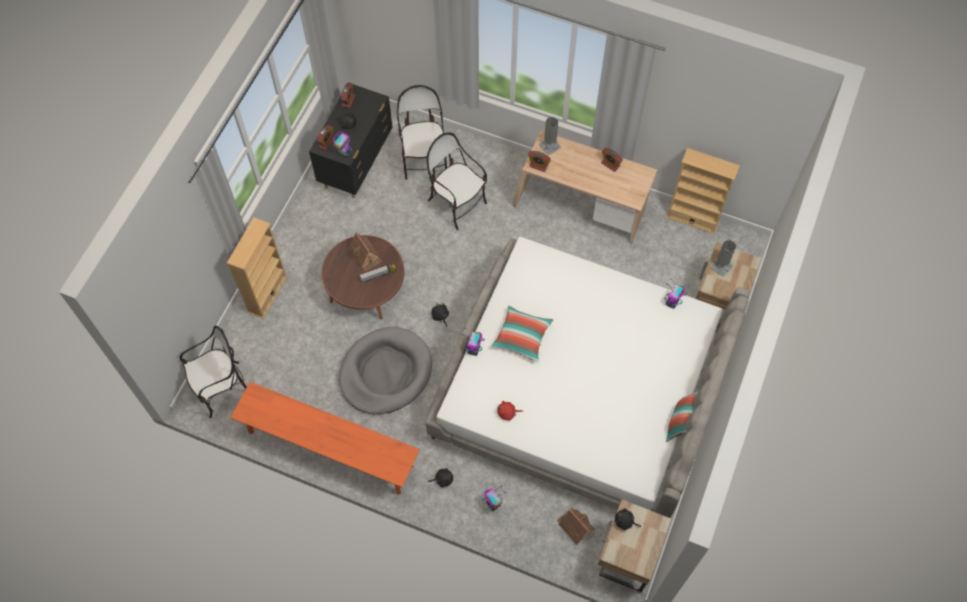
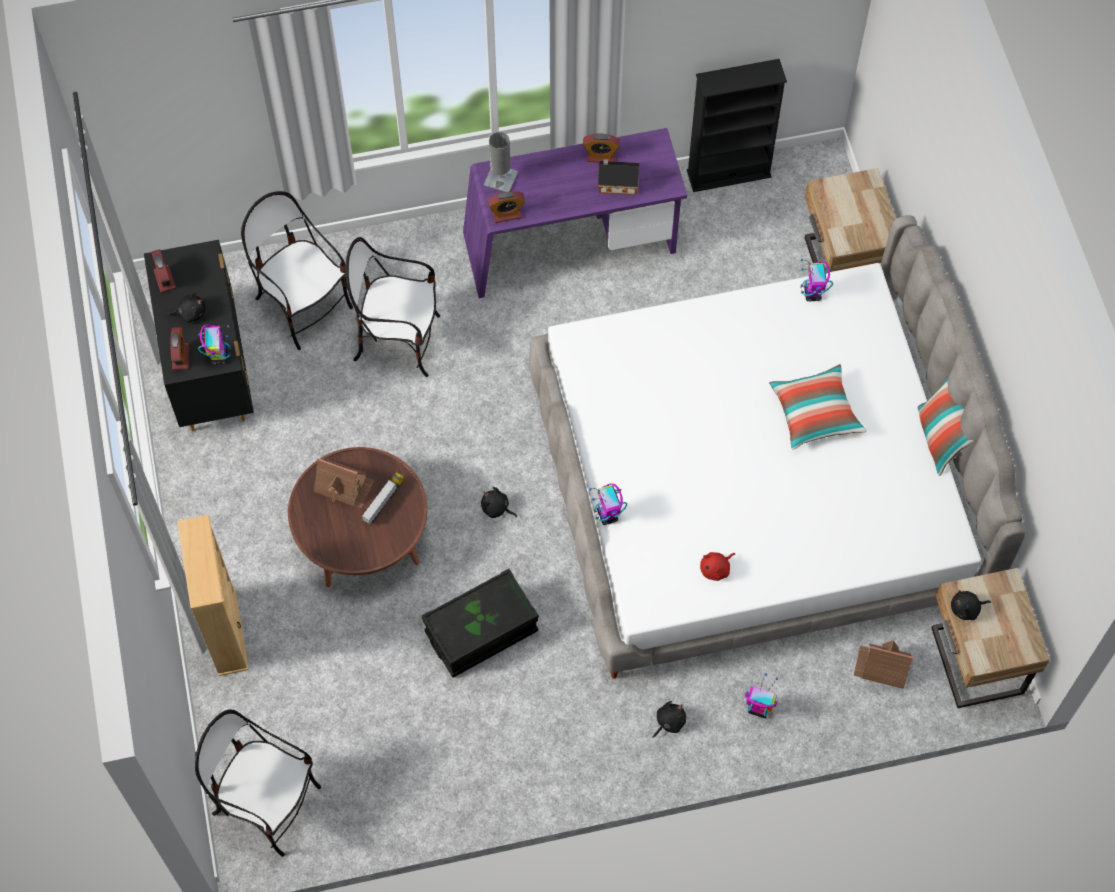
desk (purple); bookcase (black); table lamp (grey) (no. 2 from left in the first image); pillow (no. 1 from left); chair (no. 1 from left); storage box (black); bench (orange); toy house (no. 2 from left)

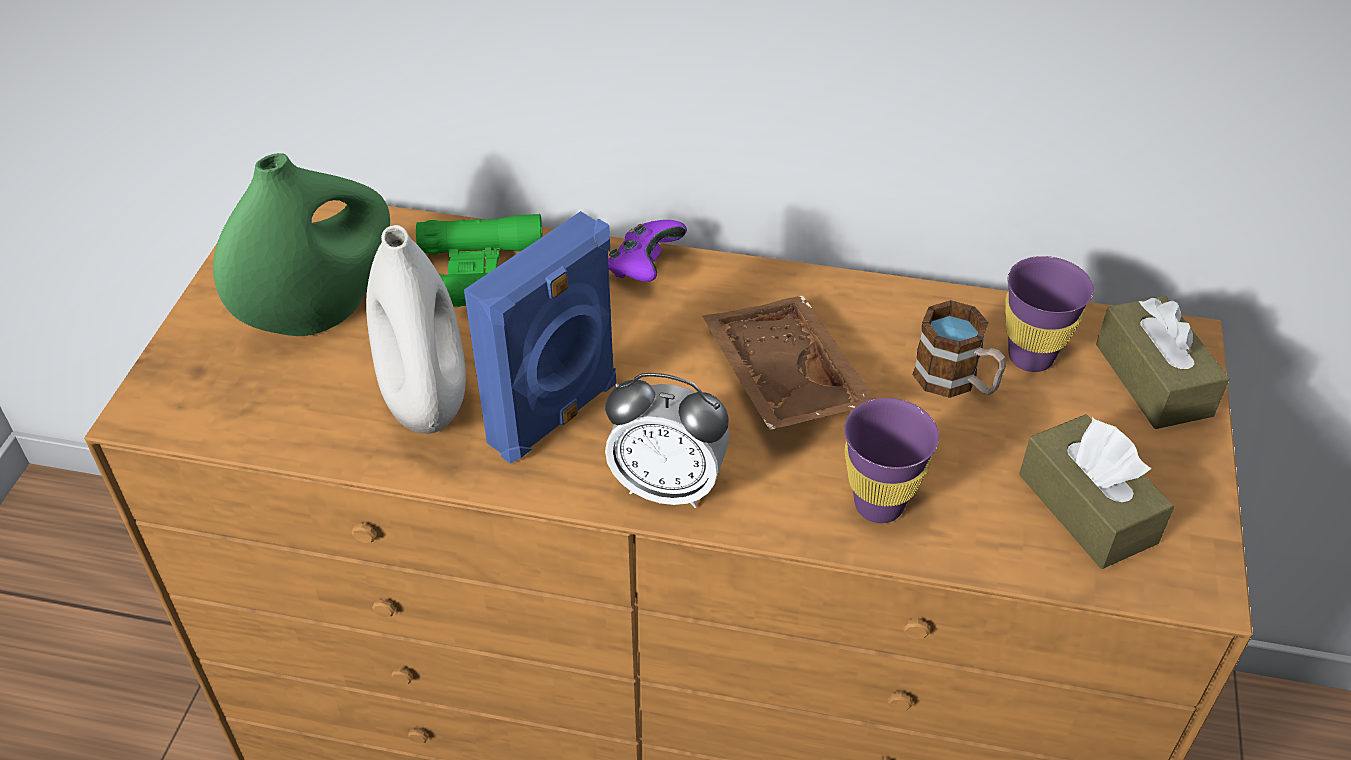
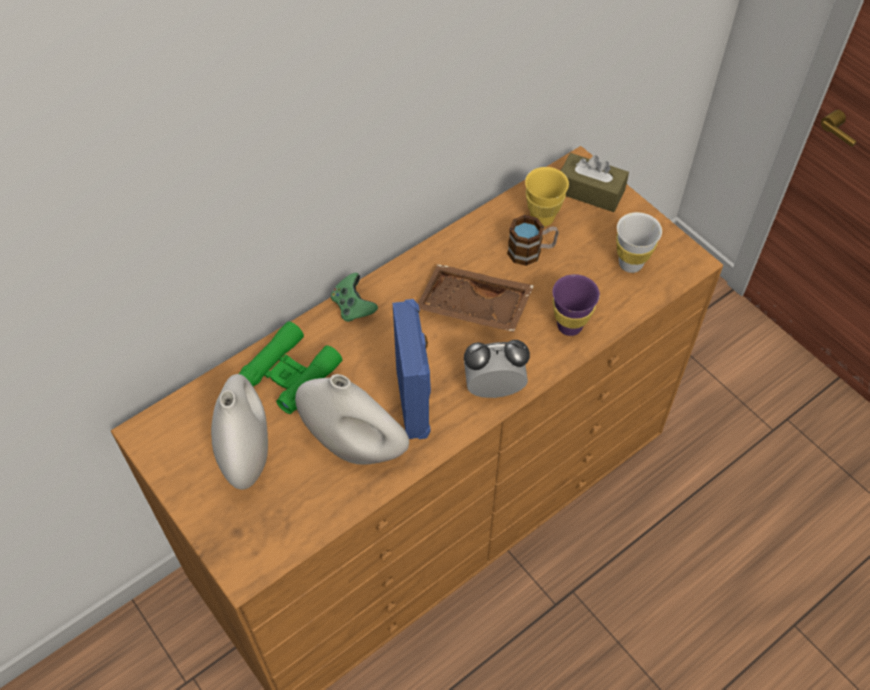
vase (white) (no. 1 from left); game controller (green); cup (yellow); alarm clock; cup (white)

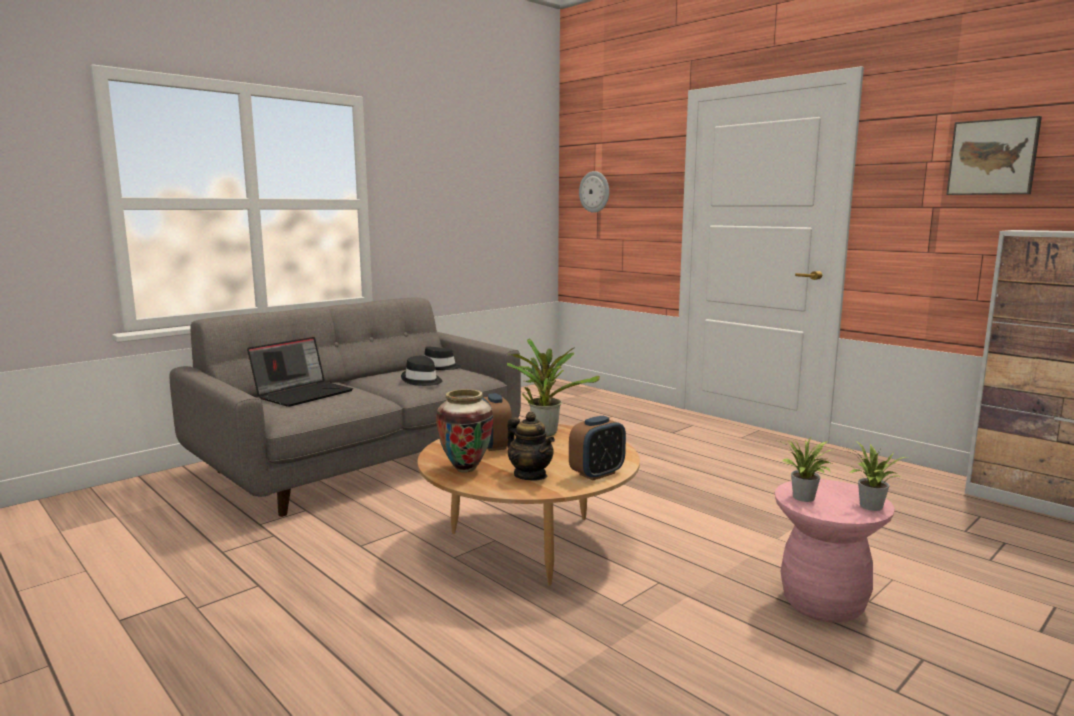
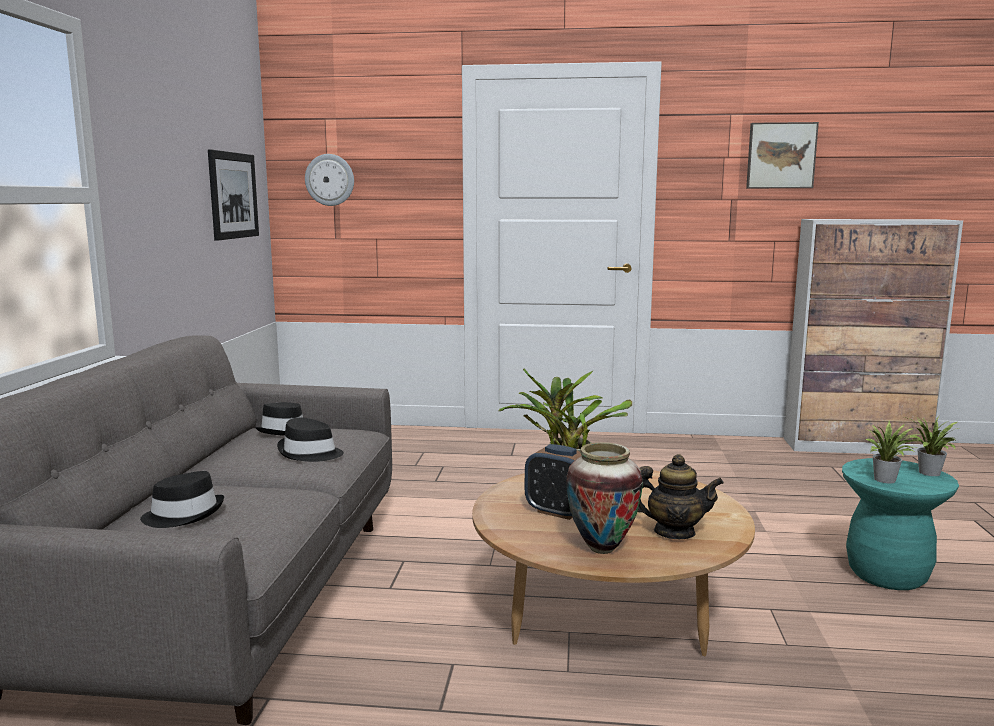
hat (black) (no. 1 from left); alarm clock (no. 2 from left in the first image); stool (turquoise); picture (no. 1 from left)

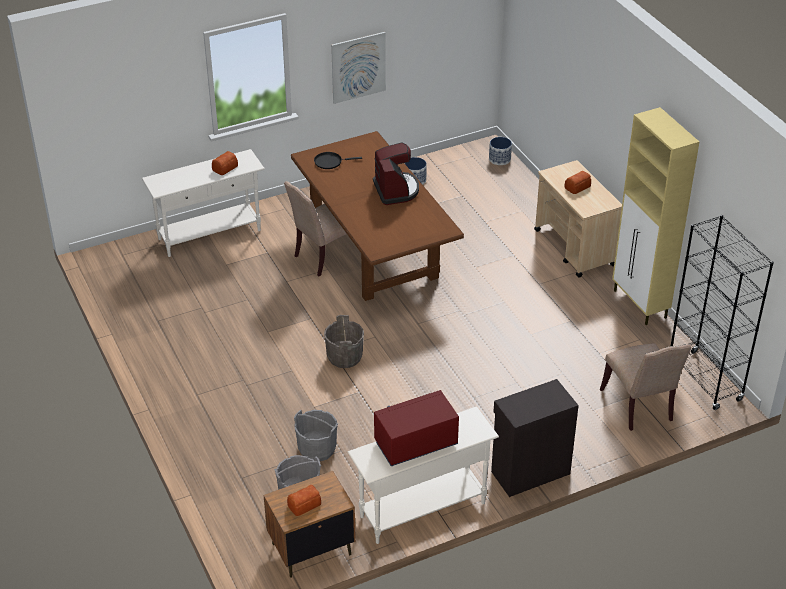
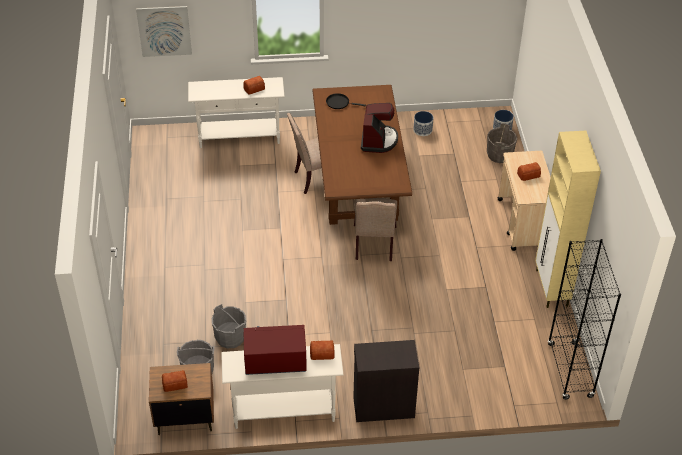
picture; bucket (grey) (no. 3 from left); chair (beige) (no. 2 from left); bread (no. 3 from left)

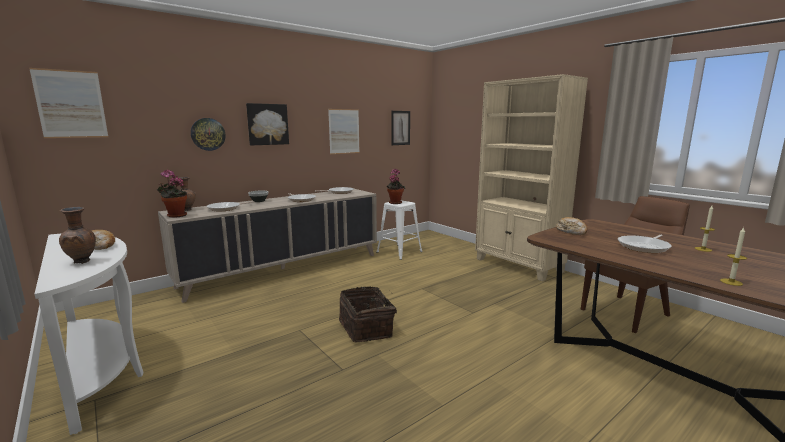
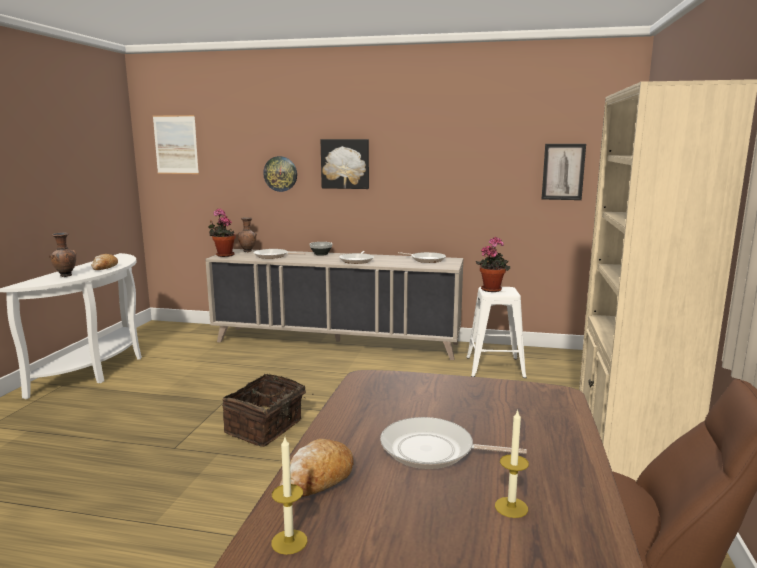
picture (no. 3 from left in the first image); bread (no. 2 from left)

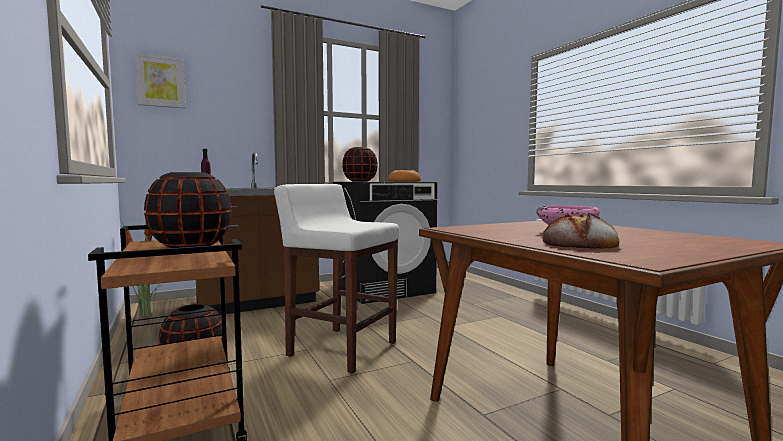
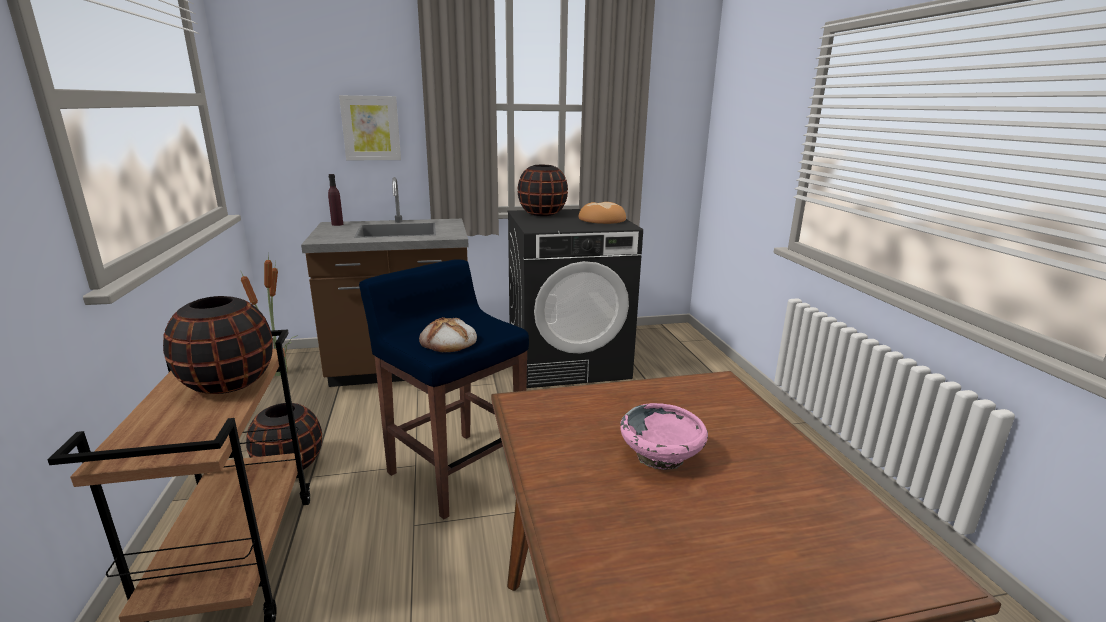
picture; stool (blue); bread (no. 1 from left)

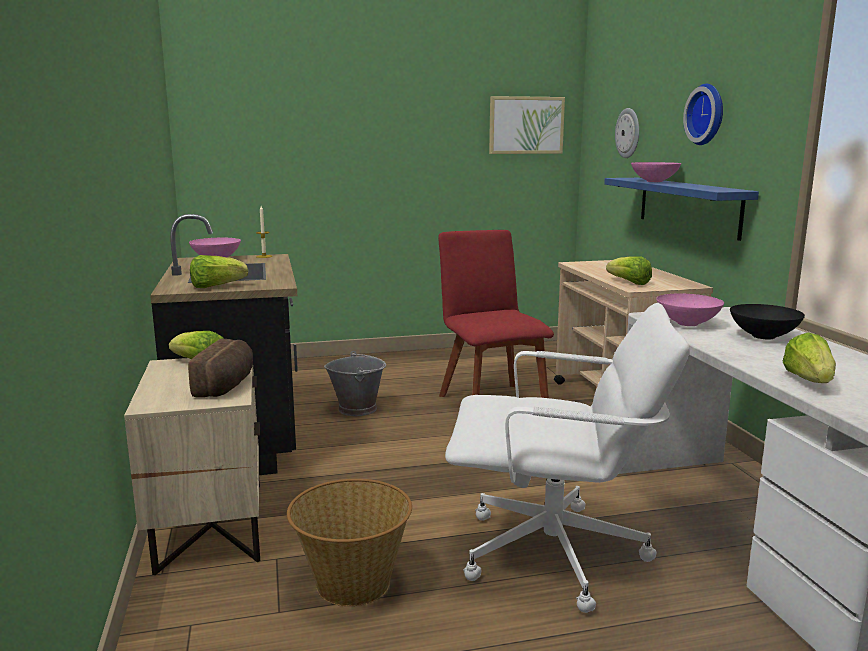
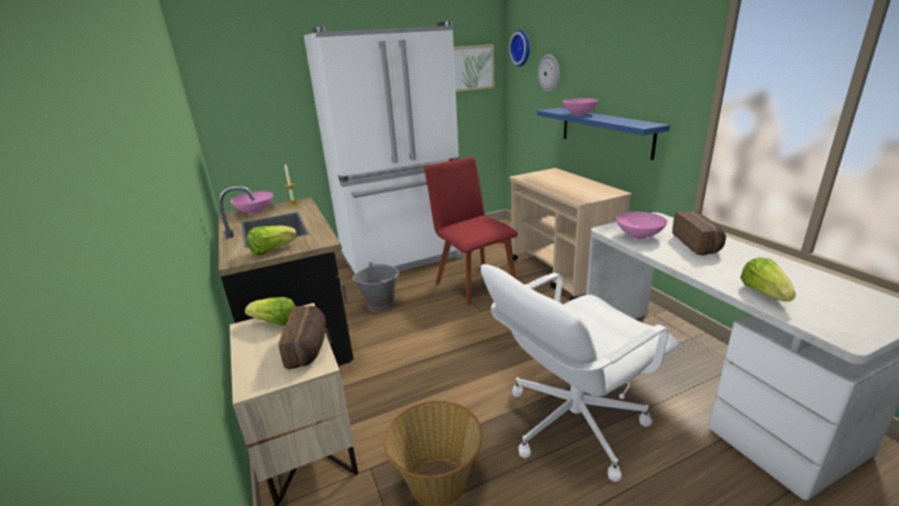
wall clock (no. 1 from left); lettuce (no. 3 from left in the first image); office chair (white); bread (no. 2 from left); fridge (white)

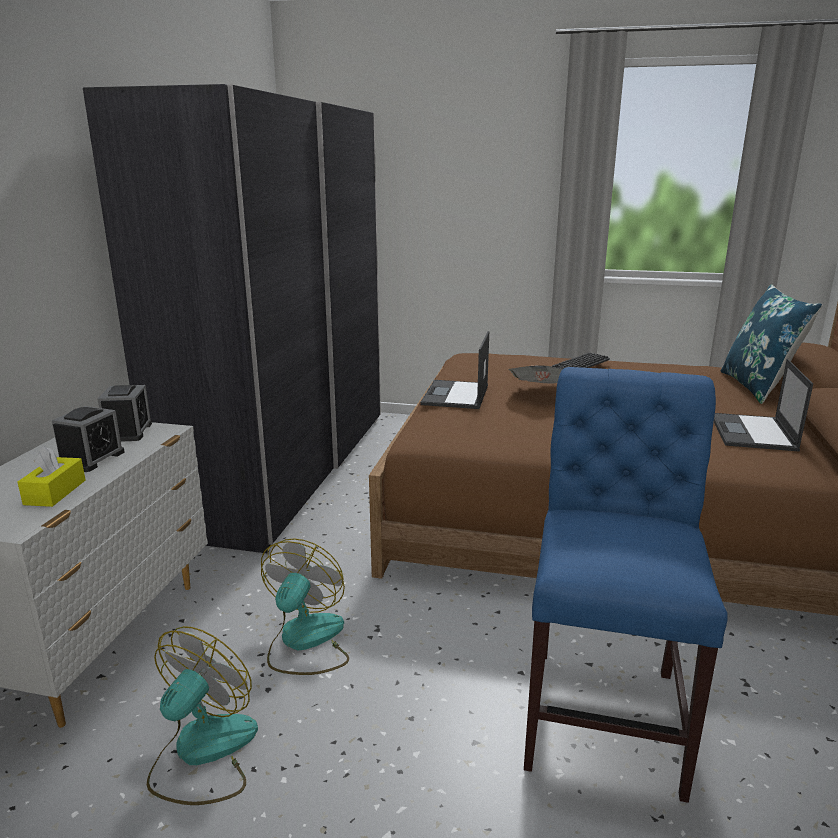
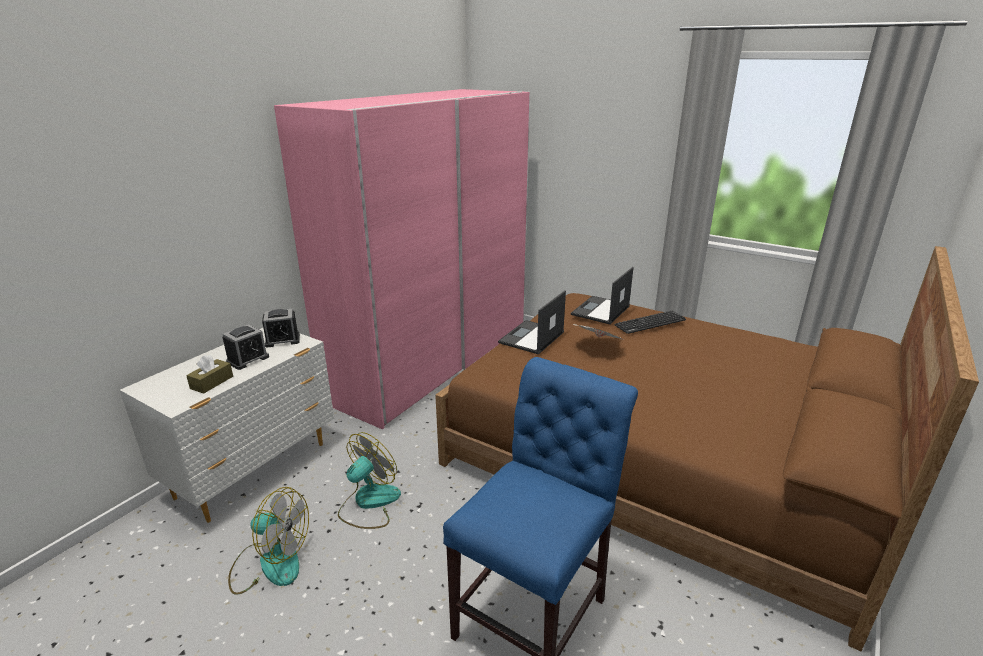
wardrobe (pink); pillow (blue); laptop (no. 2 from left); alarm clock (no. 2 from left); tissue box (brown); fan (no. 1 from left)

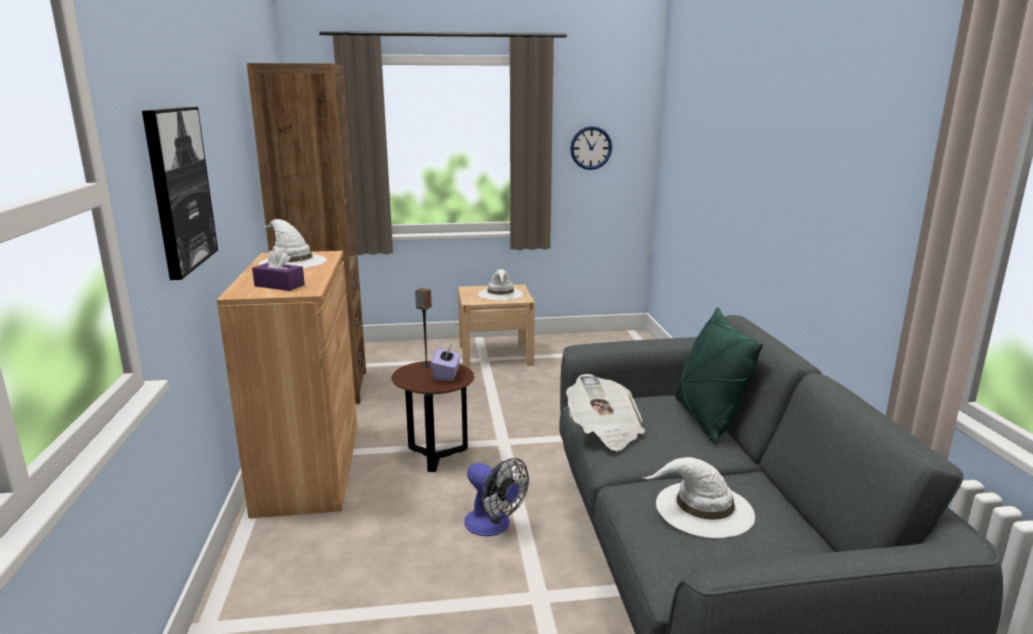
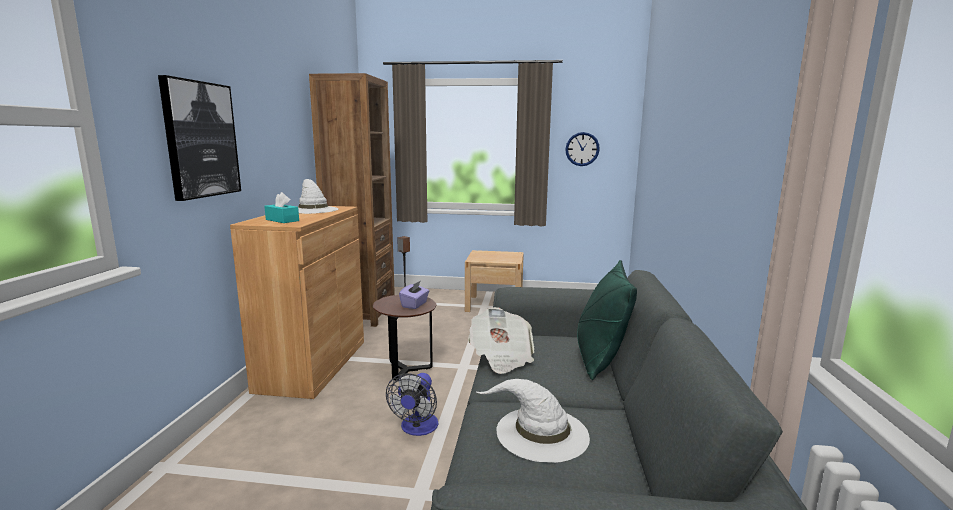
tissue box (turquoise); hat (white) (no. 2 from left in the first image); fan

